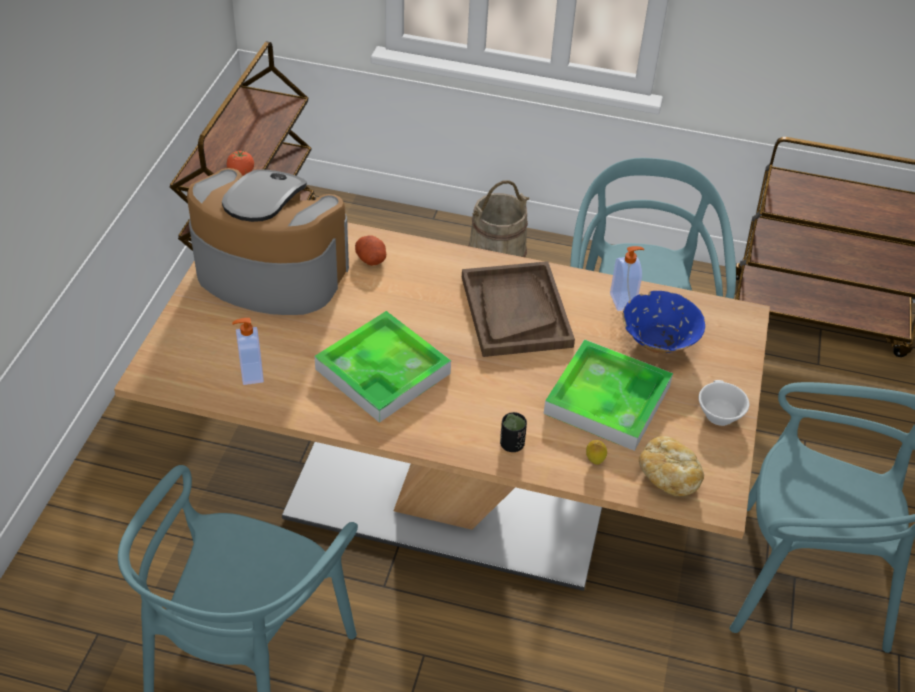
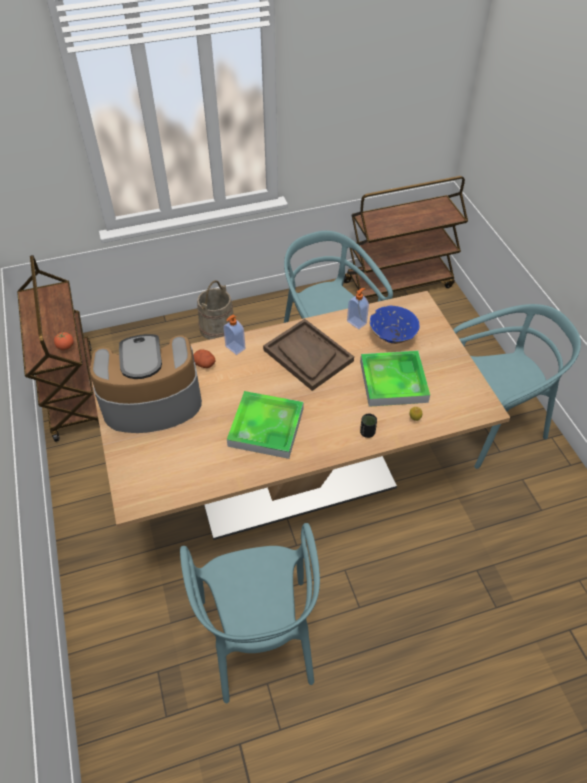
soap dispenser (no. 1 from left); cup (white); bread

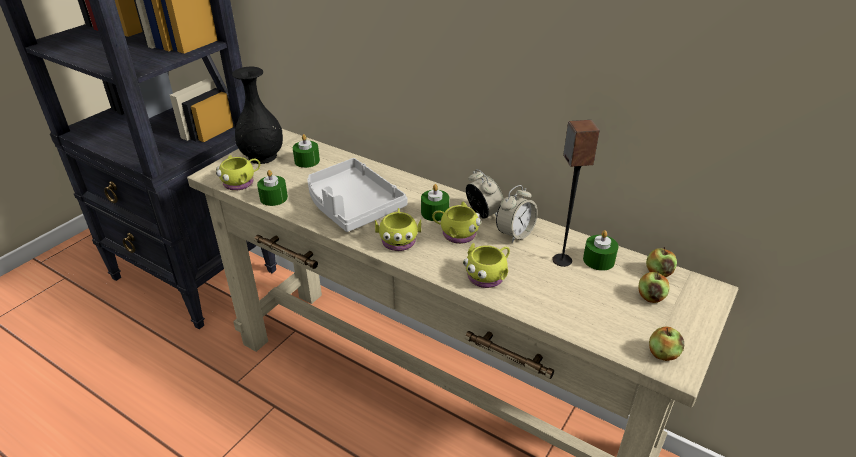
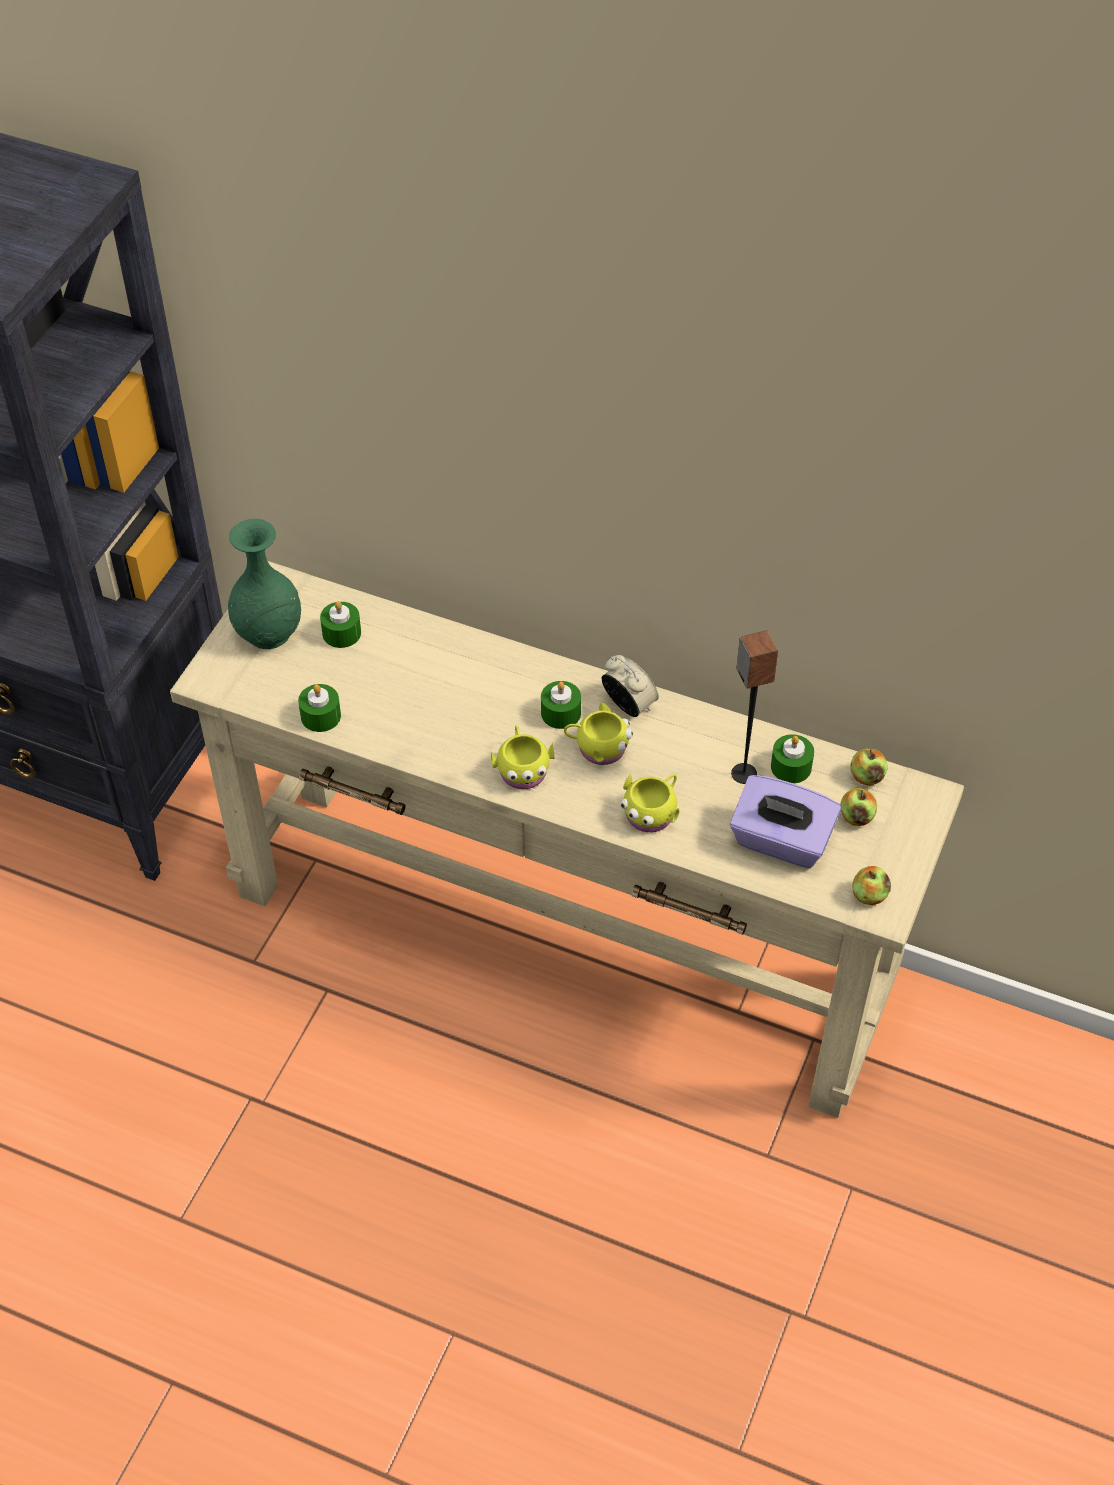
vase (green); mug (yellow) (no. 1 from left in the first image); tray (grey); alarm clock (no. 2 from left in the first image); tissue box (purple)

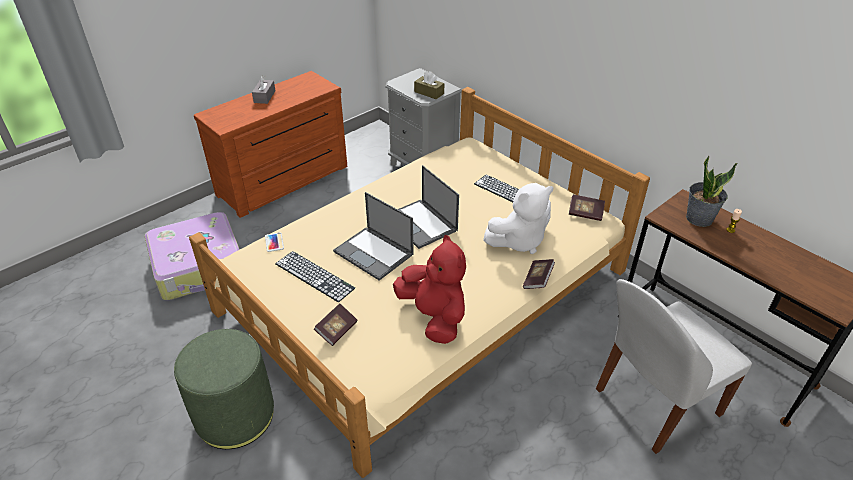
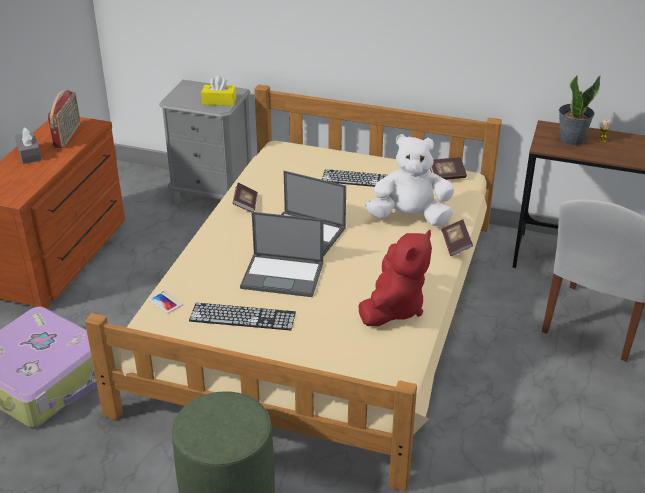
tissue box (yellow); plush toy (white); plush toy (red); book (no. 1 from left); radio

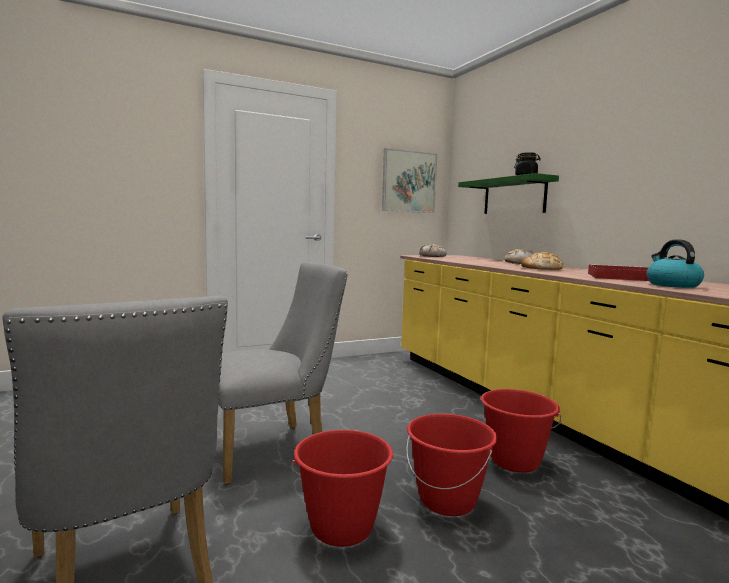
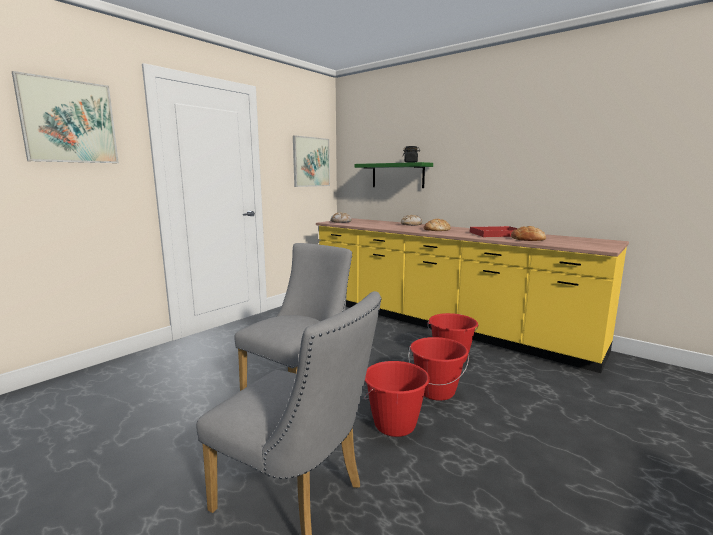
bread (no. 4 from left); picture (no. 1 from left)

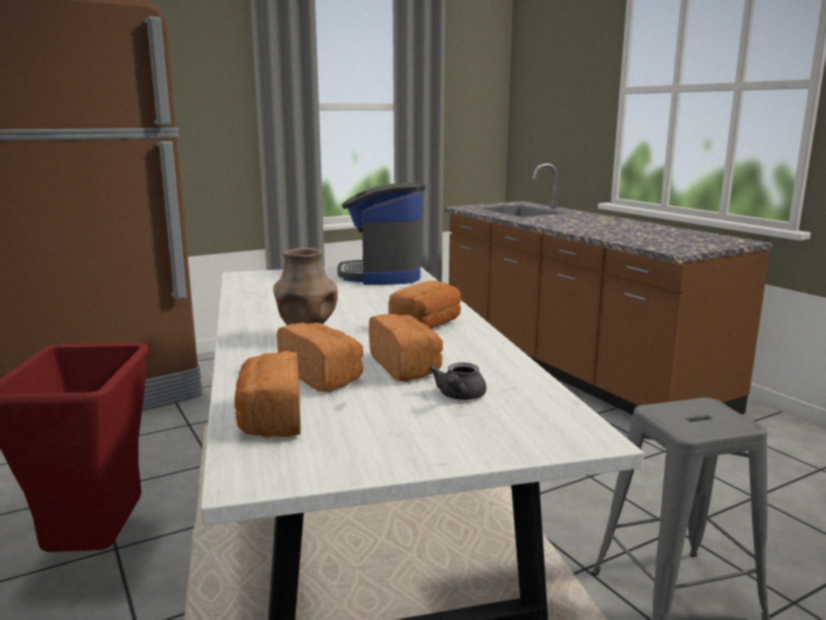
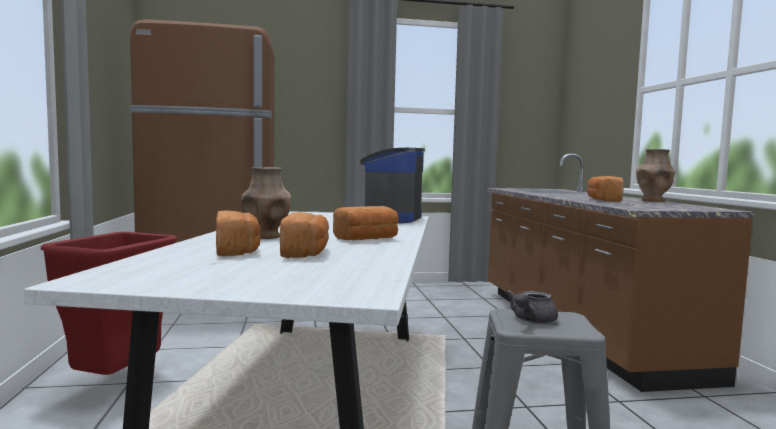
bread (no. 4 from left); teapot (grey); vase (brown) (no. 2 from left)

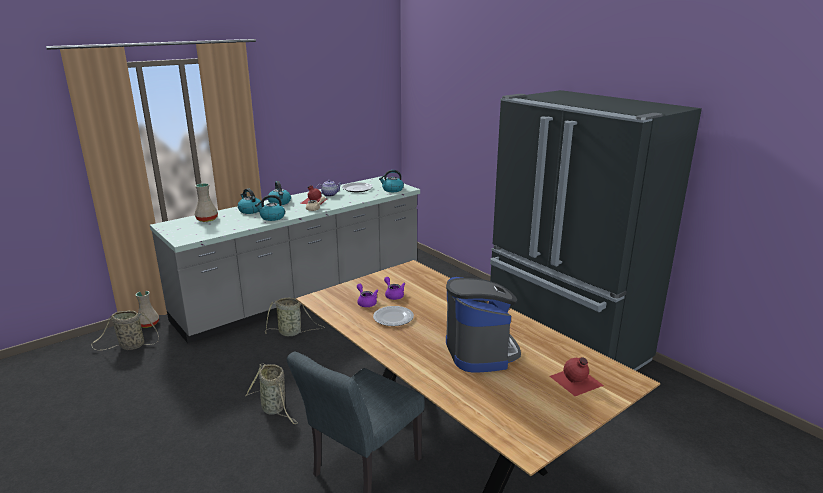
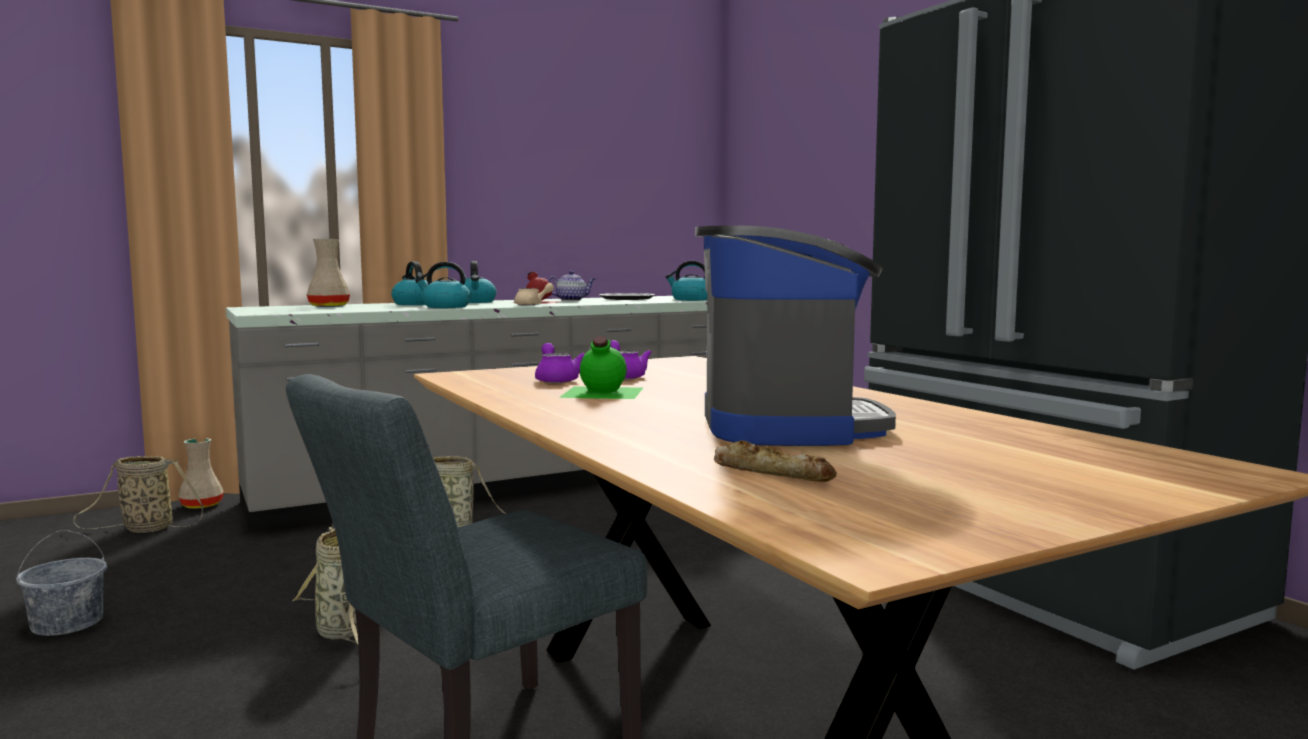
bottle (green); bottle (red) (no. 2 from left in the first image); bread; bucket (grey)

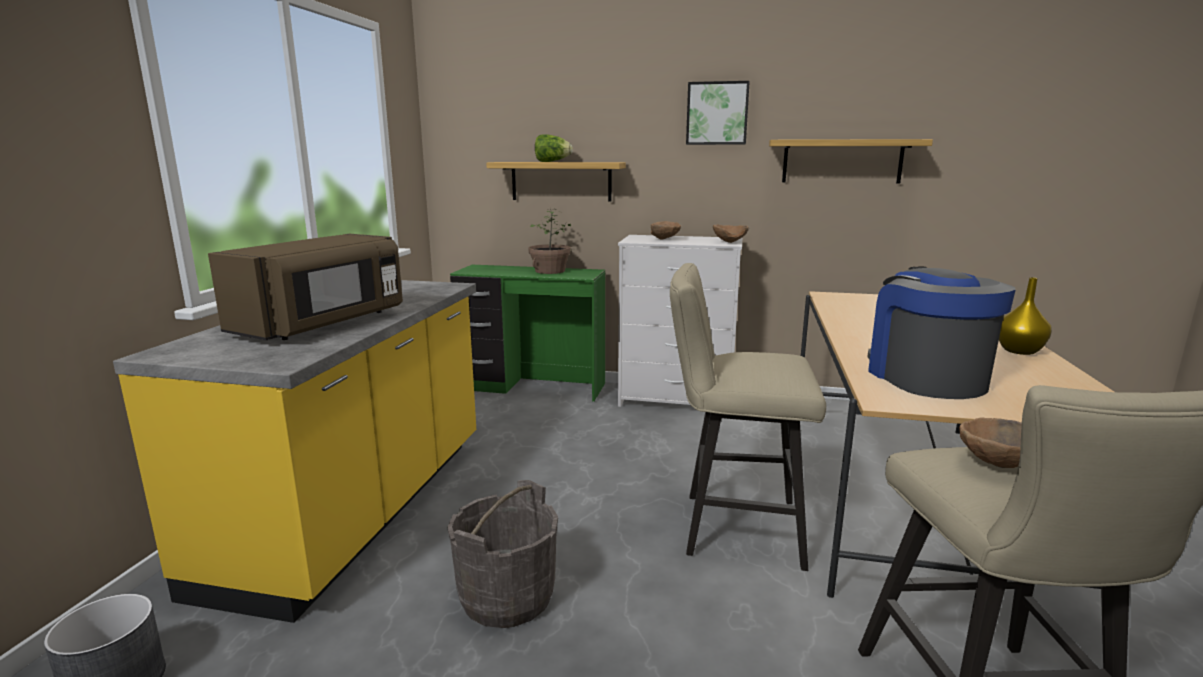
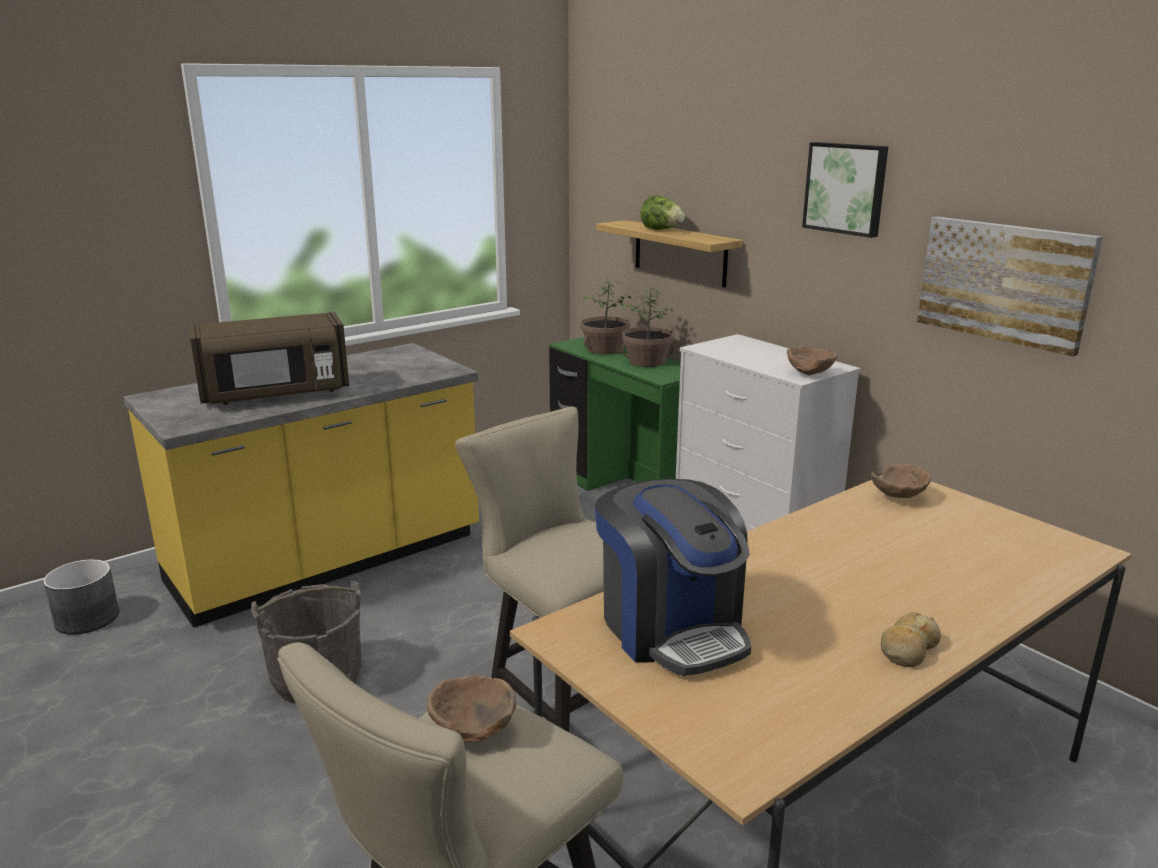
picture (no. 2 from left); bowl (brown) (no. 3 from left); coffee machine; bread; potted plant (no. 1 from left)

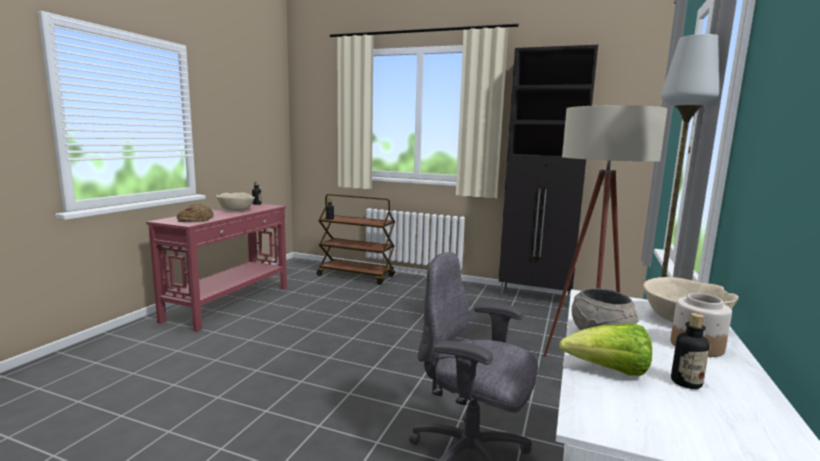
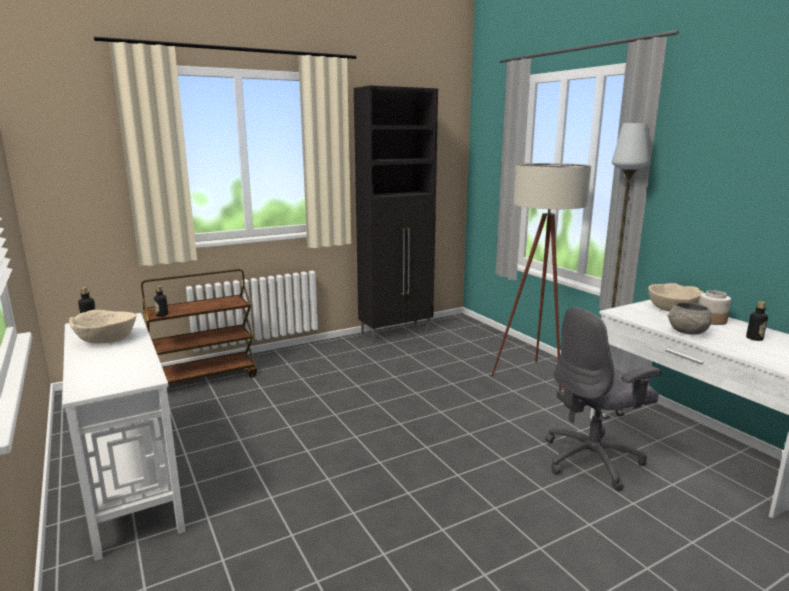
console table (white); bread; lettuce

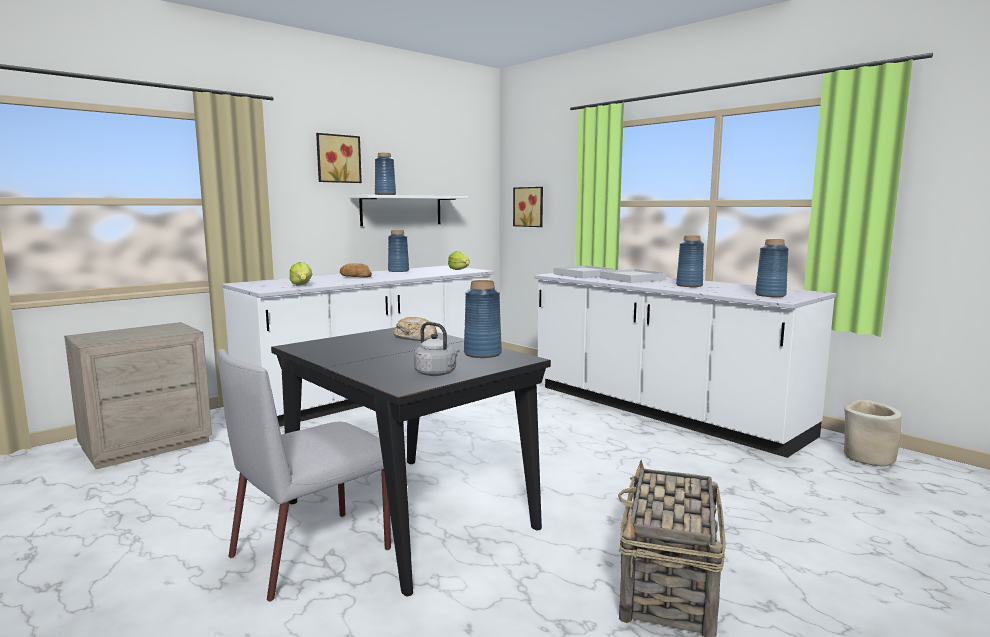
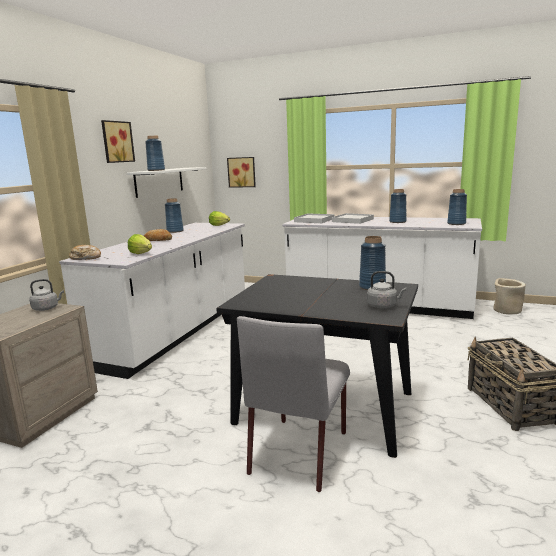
bread (no. 1 from left); kettle (grey) (no. 1 from left)

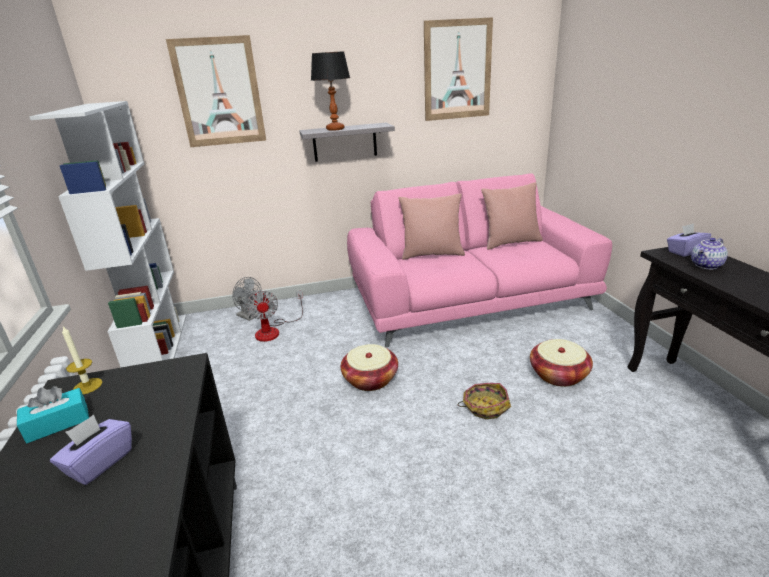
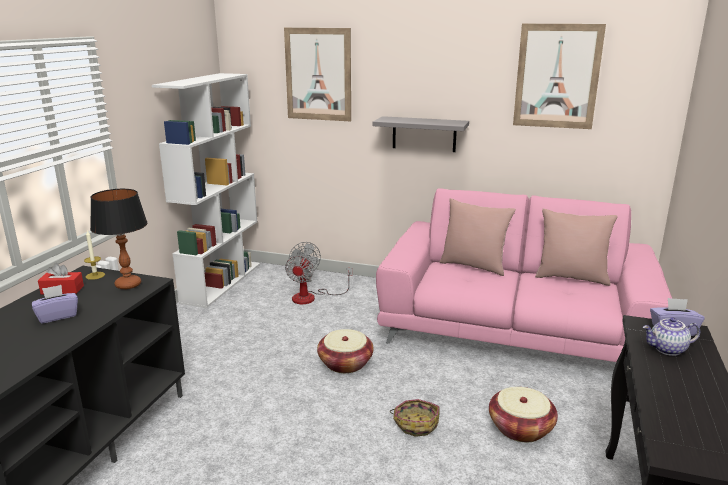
table lamp; tissue box (red)

